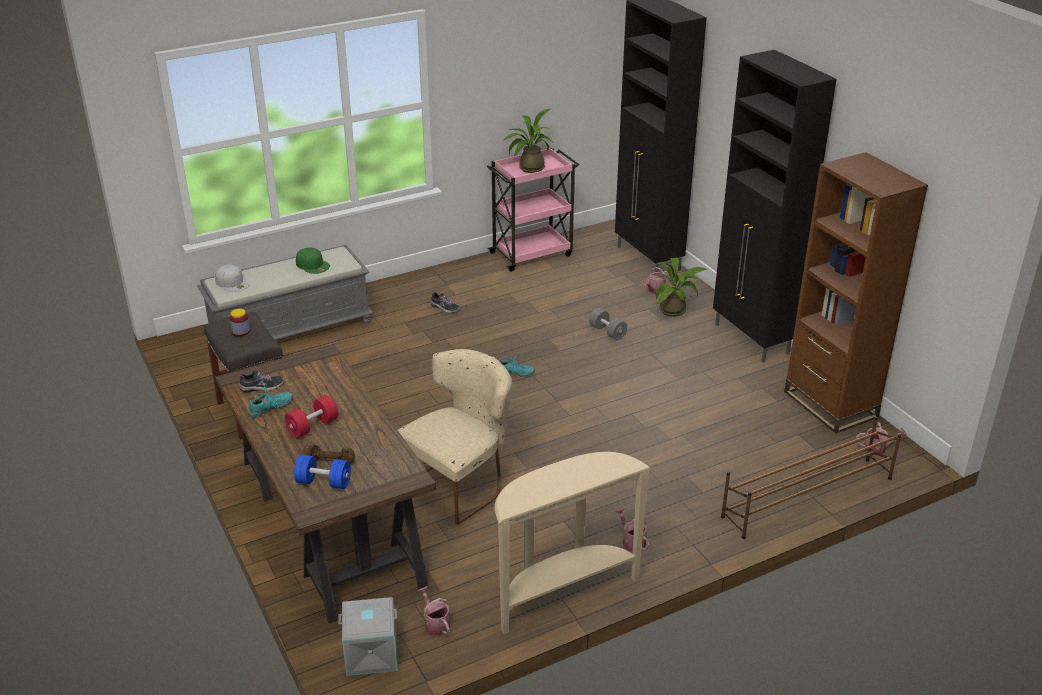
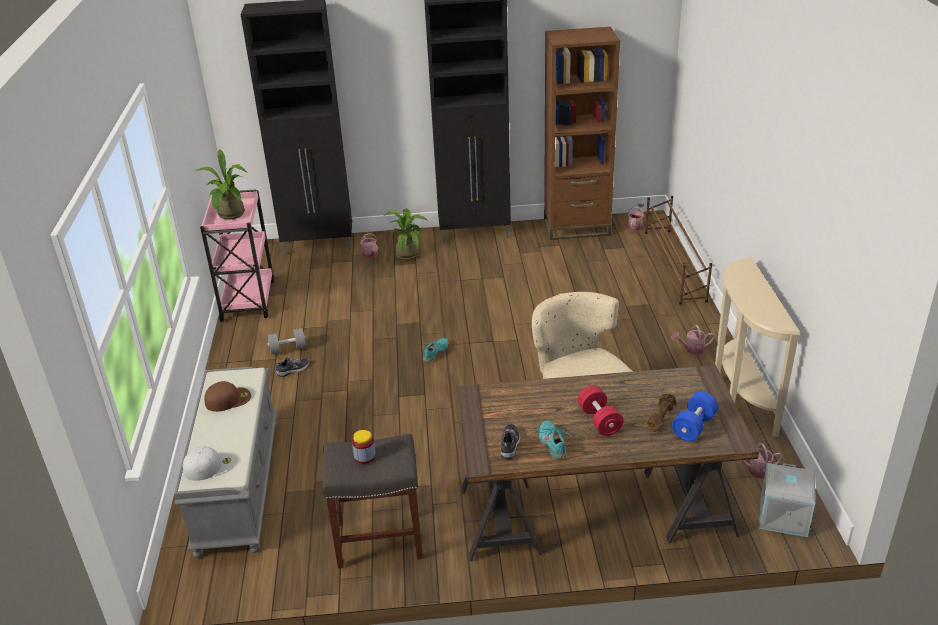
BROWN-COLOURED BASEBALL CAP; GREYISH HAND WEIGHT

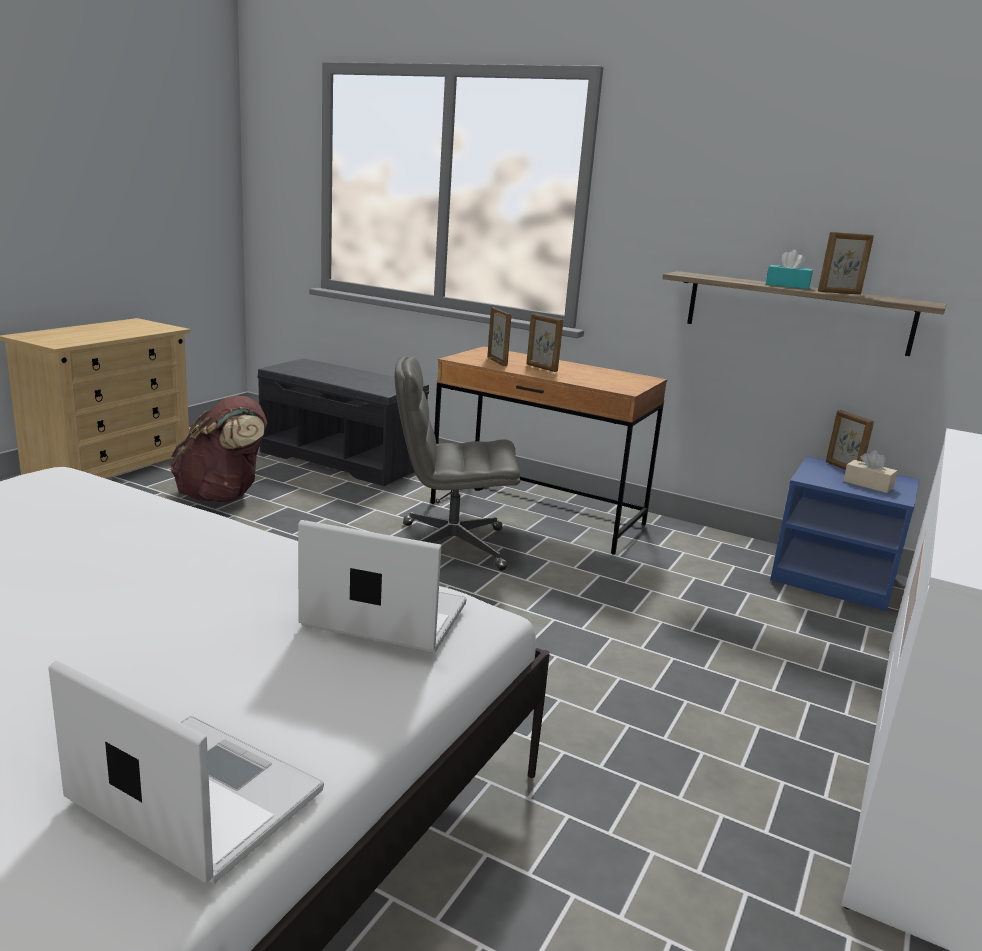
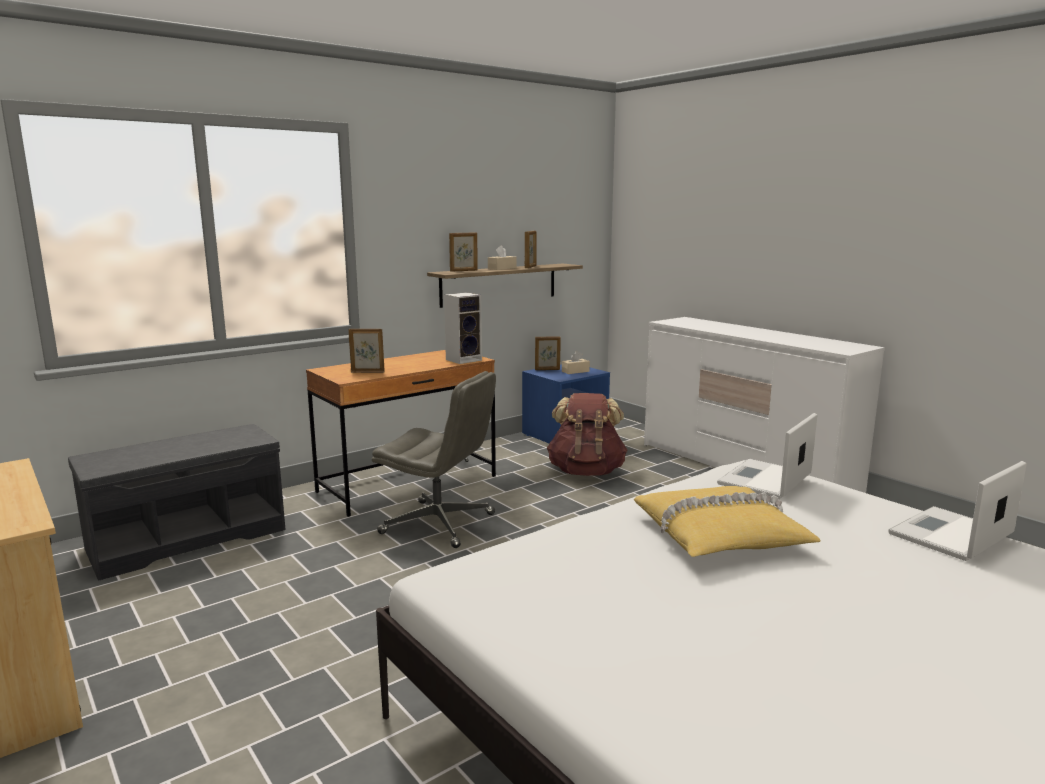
BEIGE-COLOURED TISSUE HOLDER (1st from left); PHOTO FRAME (2nd from left); GREYISH DESK CHAIR; BROWN-COLOURED RUCKSACK; SPEAKER; YELLOW-COLOURED THROW PILLOW

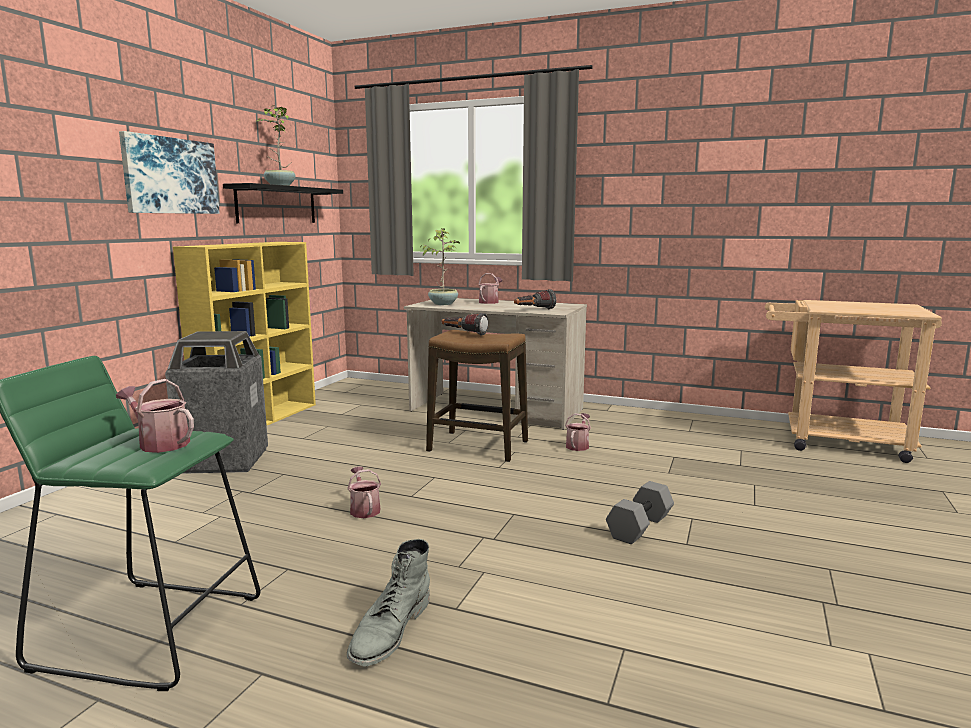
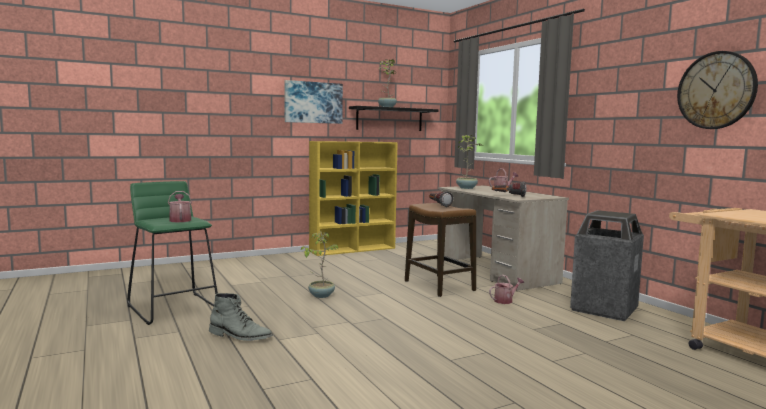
TRASH CAN; POTTED PLANT (1st from left); GREYISH HAND WEIGHT; GREYISH HIGH-TOP BOOT; WALL CLOCK

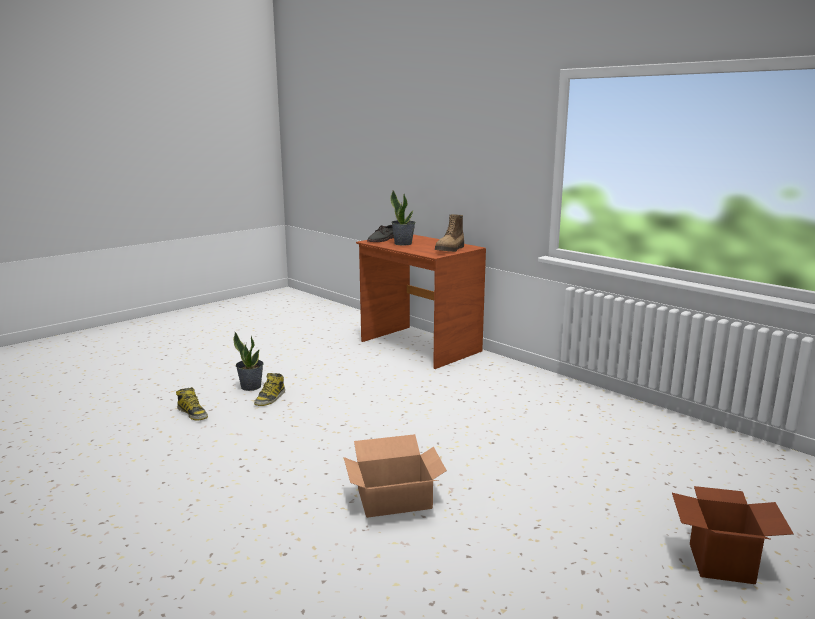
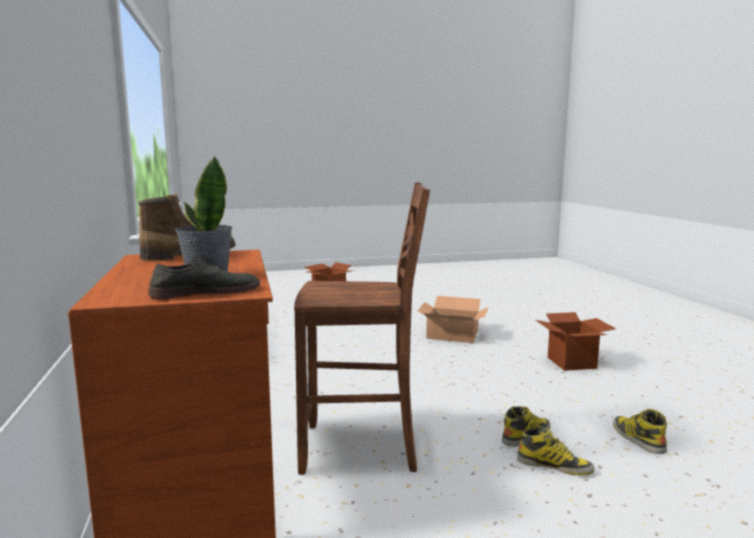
HIGH-TOP BOOT (3rd from left); BROWN-COLOURED CHAIR; CARDBOARD BOX (3rd from left)

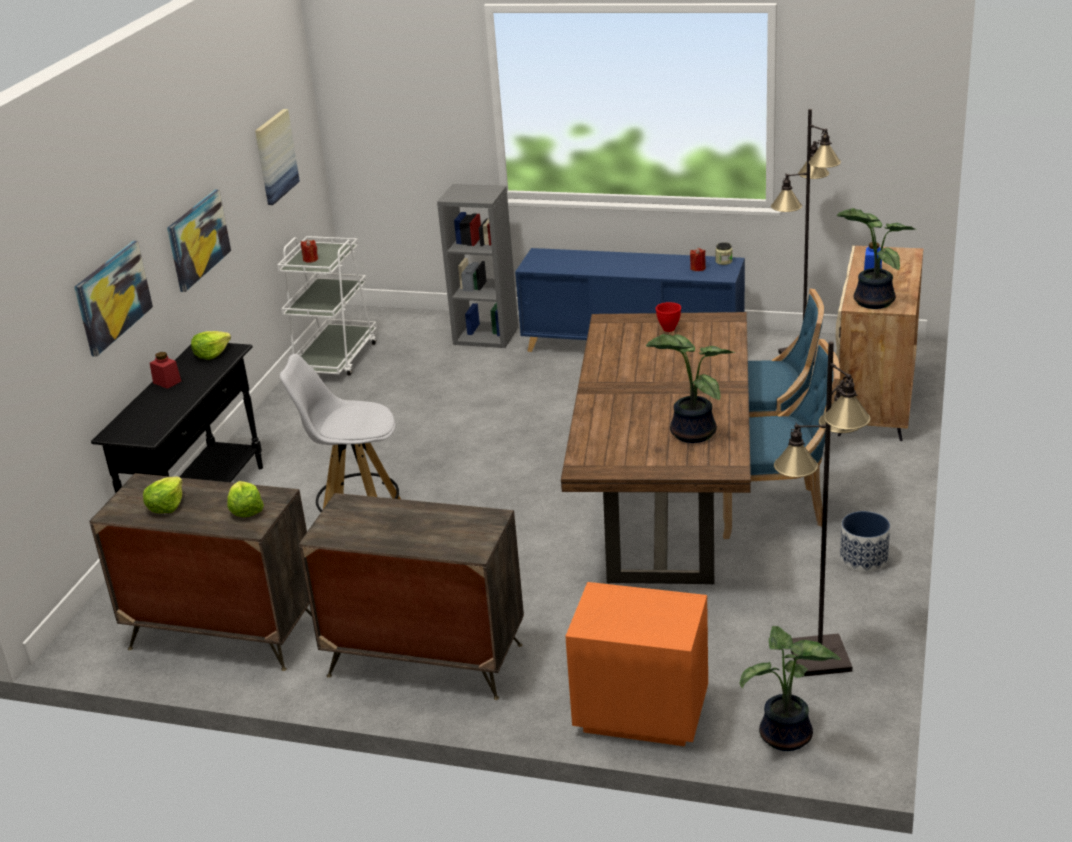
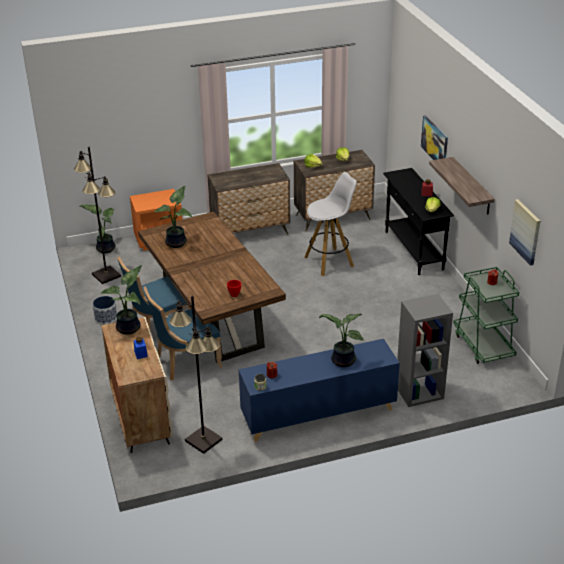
BRACKET SHELF; GREEN-COLOURED WHEELED CART; POTTED PLANT (4th from left)

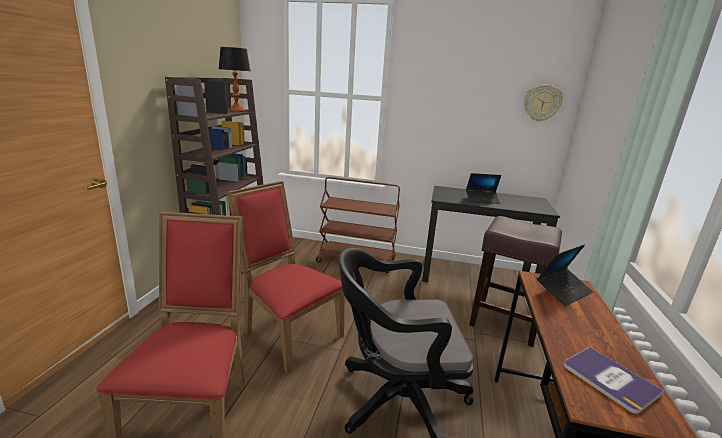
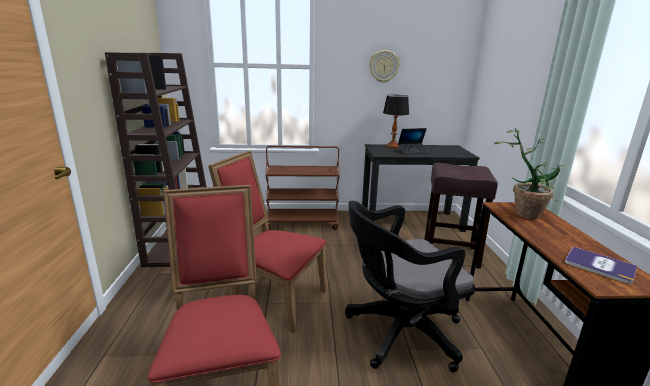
TABLE LAMP; WALL CLOCK; POTTED PLANT

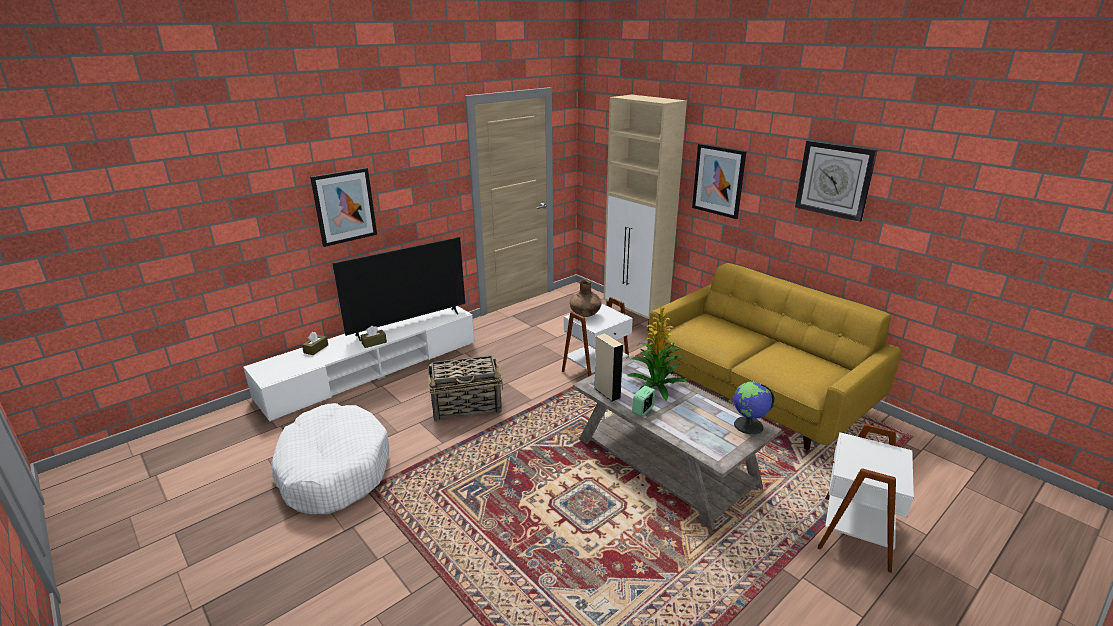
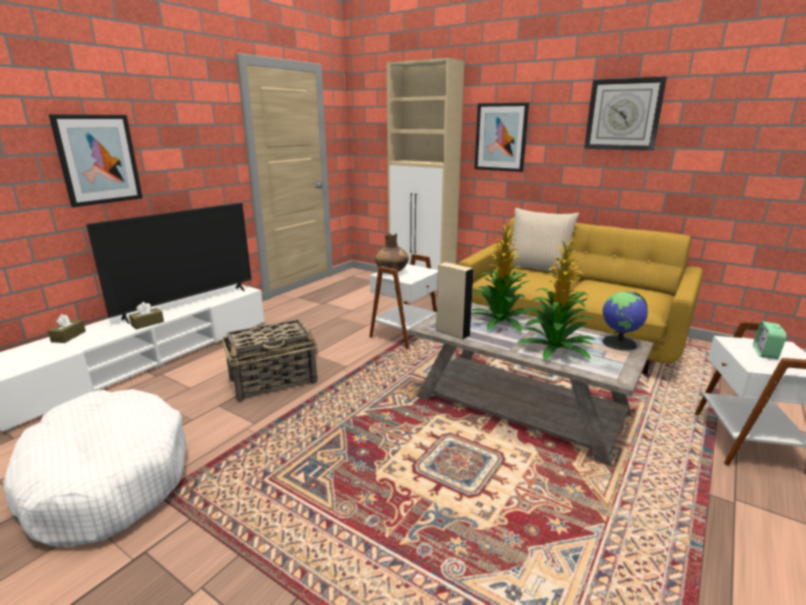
ALARM CLOCK; BEIGE-COLOURED THROW PILLOW; POTTED PLANT (2nd from left)

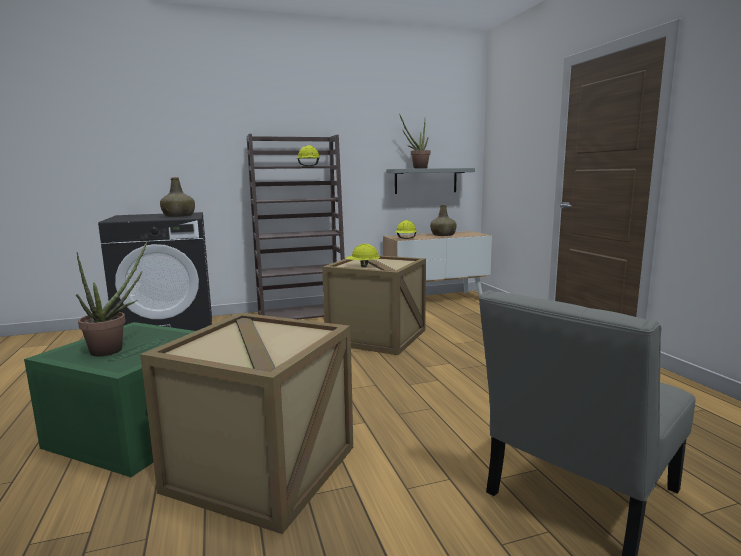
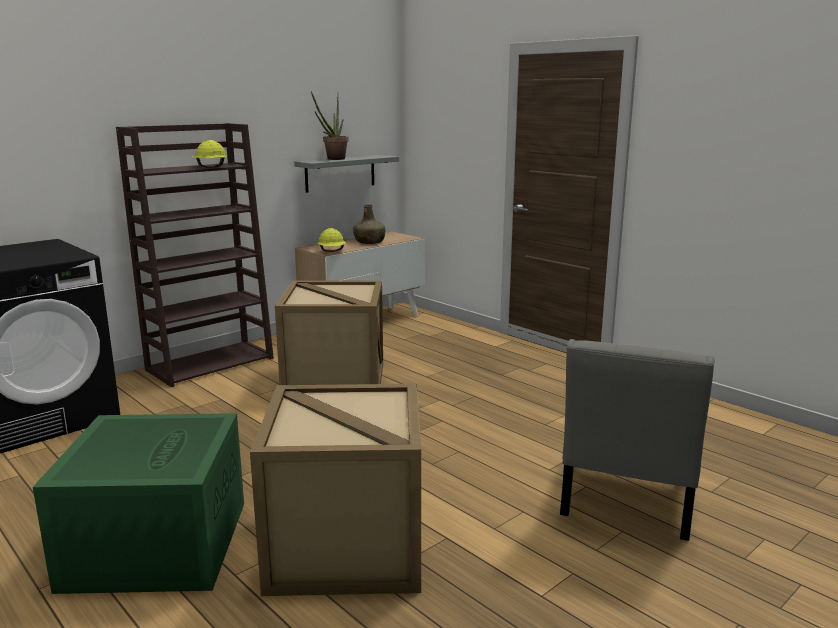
GREEN-COLOURED BEVERAGE BOTTLE (1st from left in the first image); POTTED PLANT (1st from left in the first image); YELLOW-COLOURED HARD HAT (2nd from left in the first image)

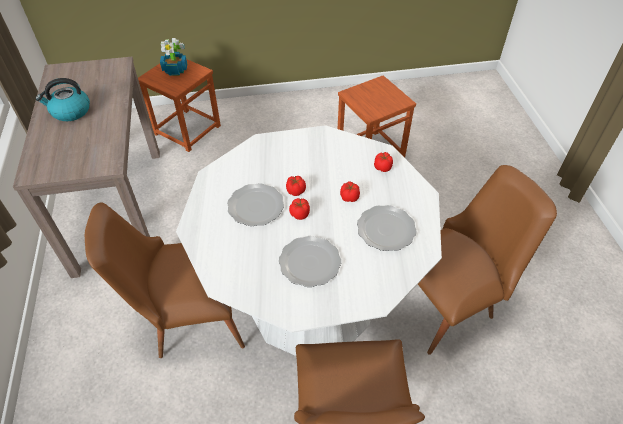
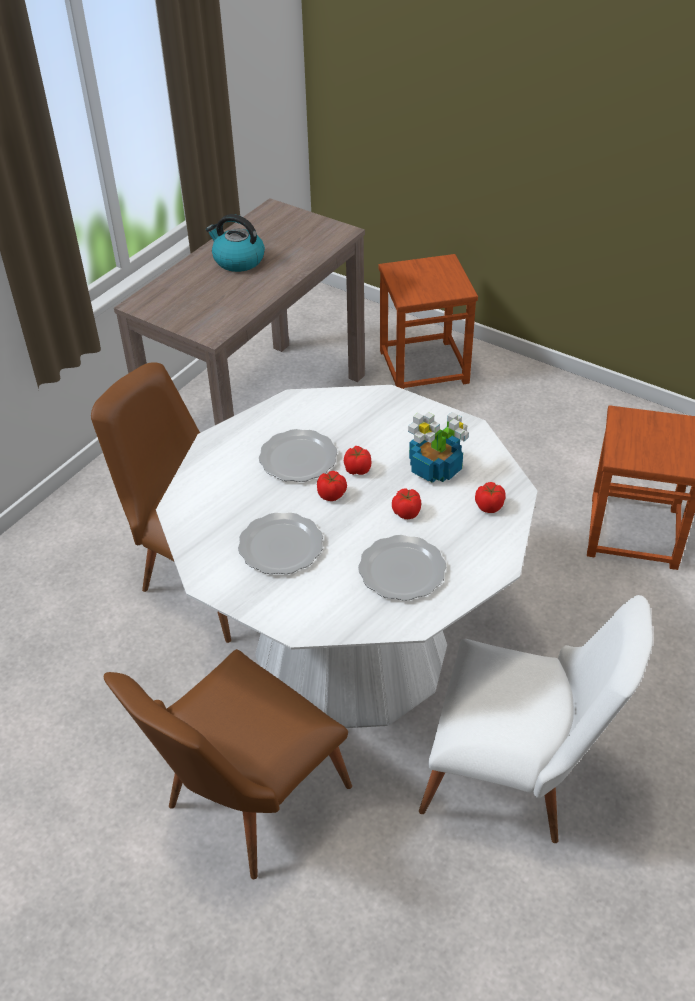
POTTED PLANT; WHITE CHAIR

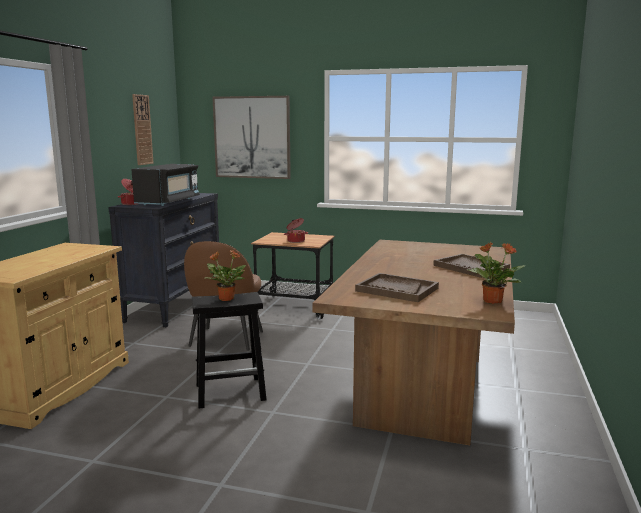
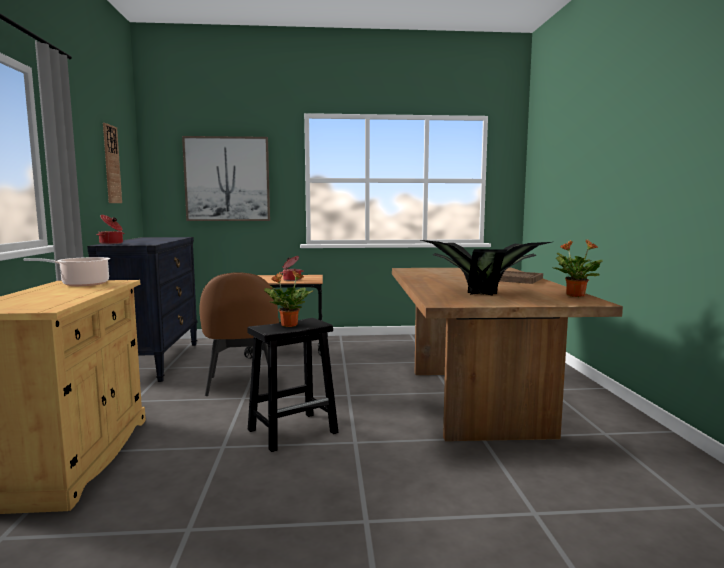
BLACKISH MICROWAVE; POTTED PLANT (2nd from left); SAUCEPOT (1st from left)

